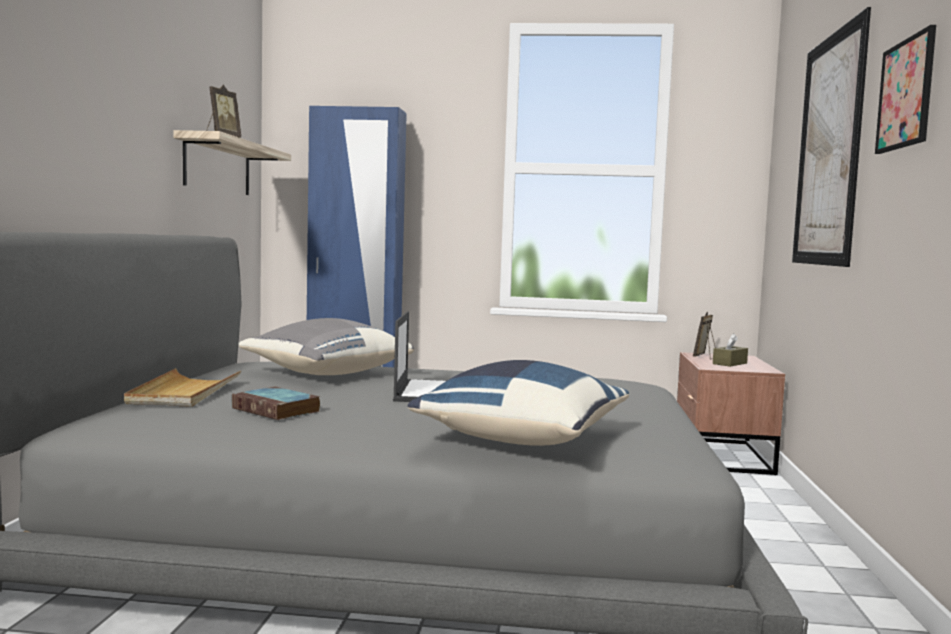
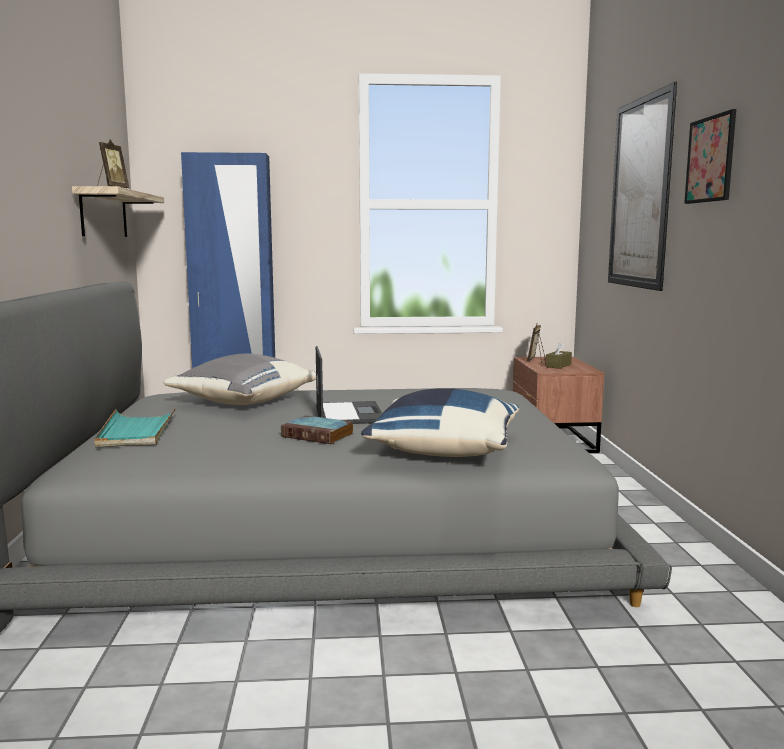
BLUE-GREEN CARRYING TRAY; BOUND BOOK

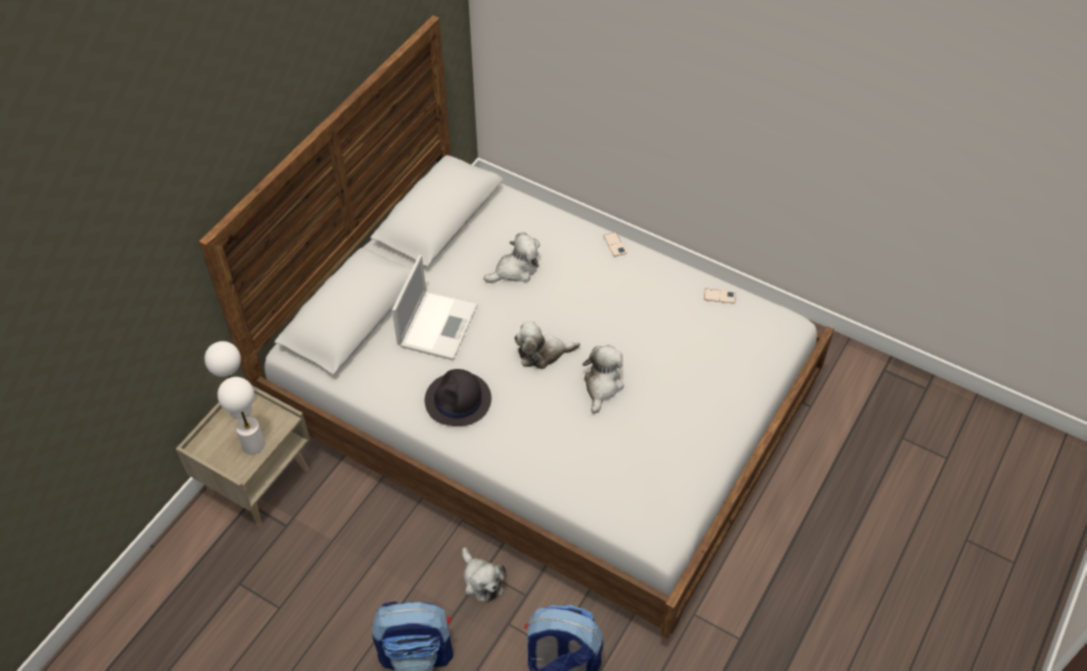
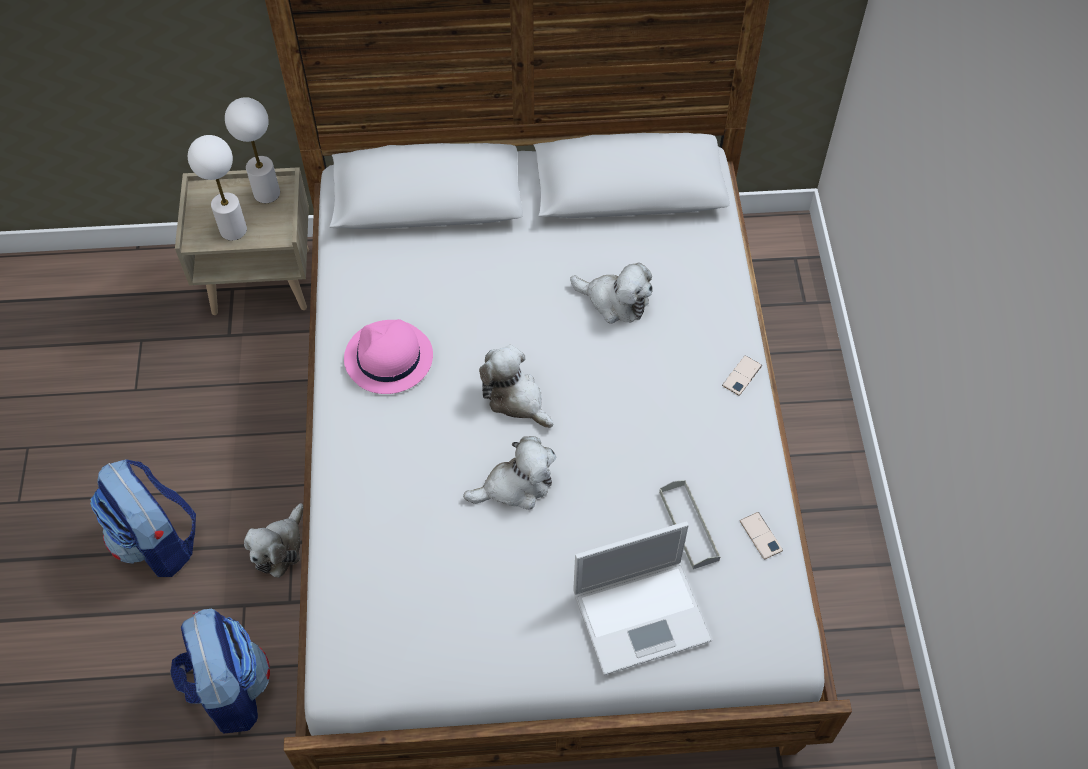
PORTABLE COMPUTER; PINK-COLOURED CLOTHING HAT; GREYISH CARRYING TRAY

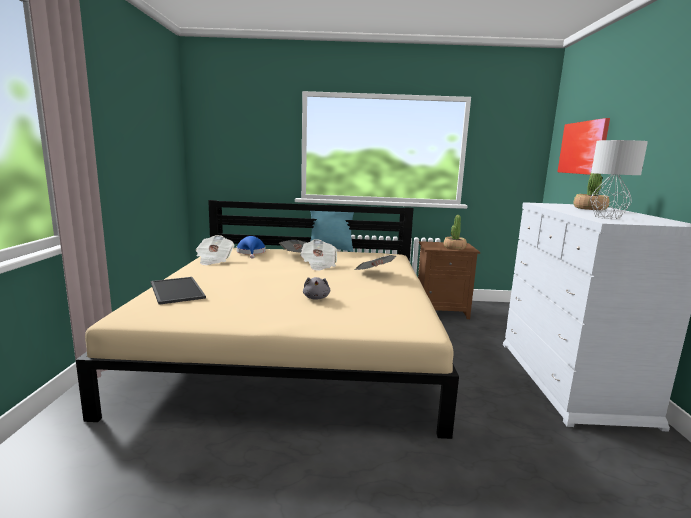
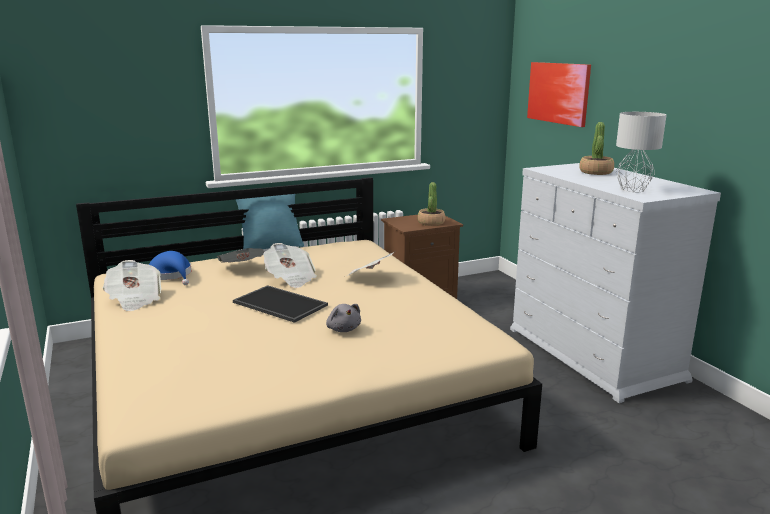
CARRYING TRAY

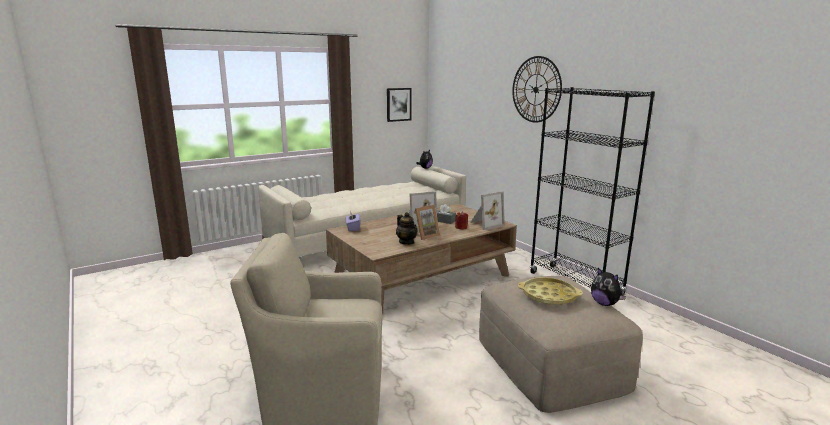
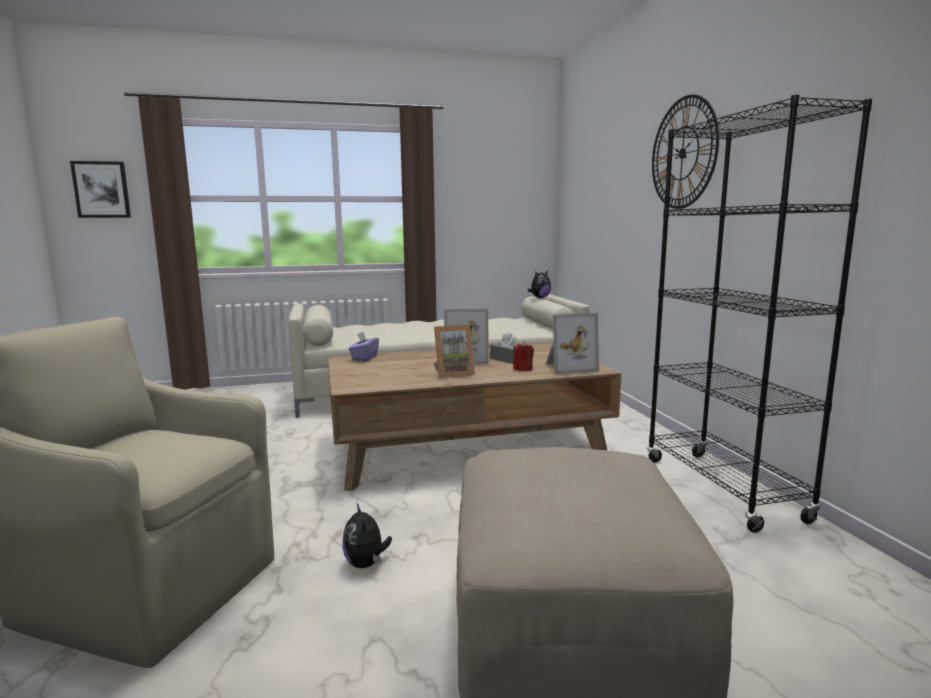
WALL ART; TEA POT; SOFT TOY (1st from left); YELLOW-COLOURED CARRYING TRAY

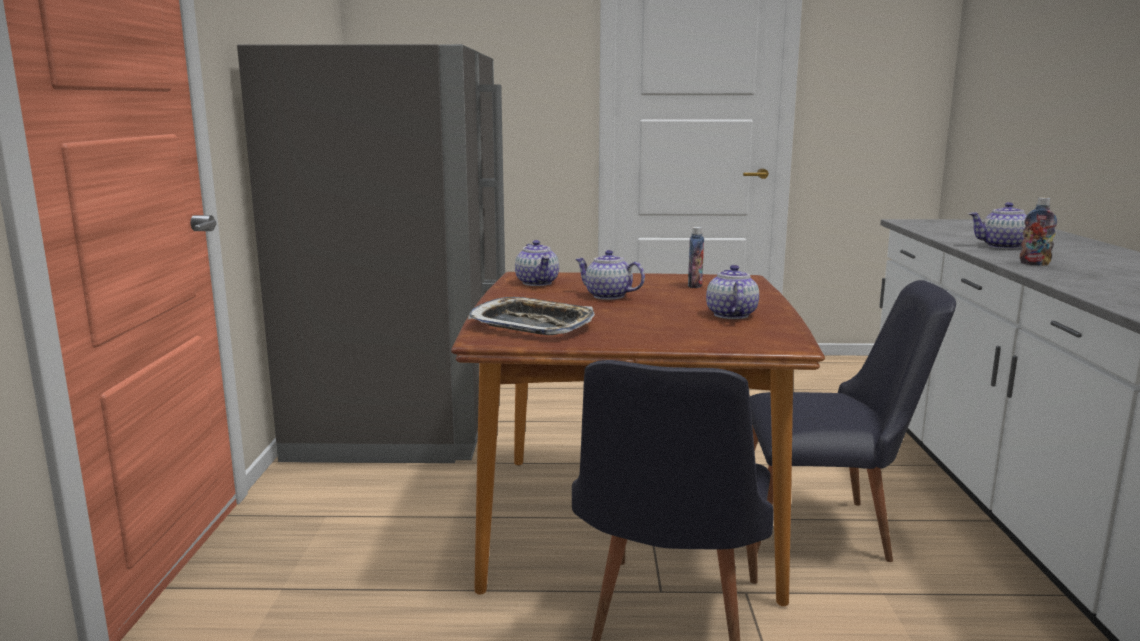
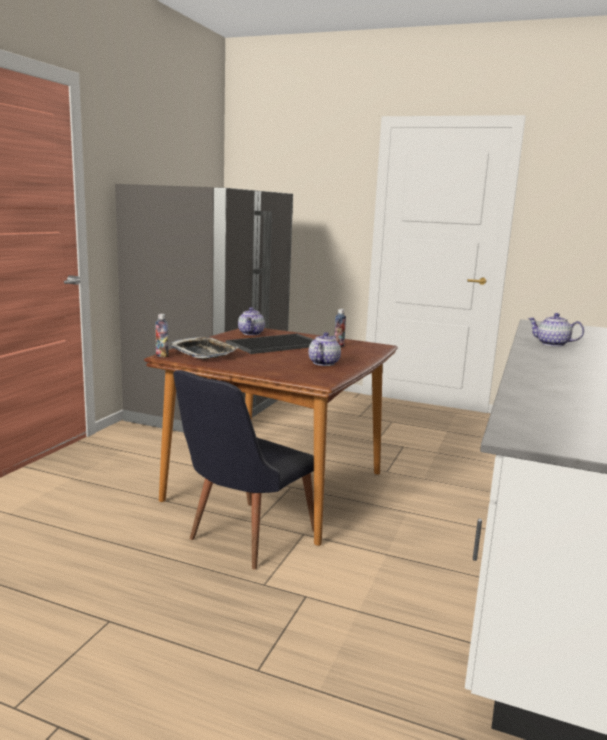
BEVERAGE BOTTLE (1st from left); CARRYING TRAY (2nd from left); BLACKISH CHAIR (2nd from left in the first image)

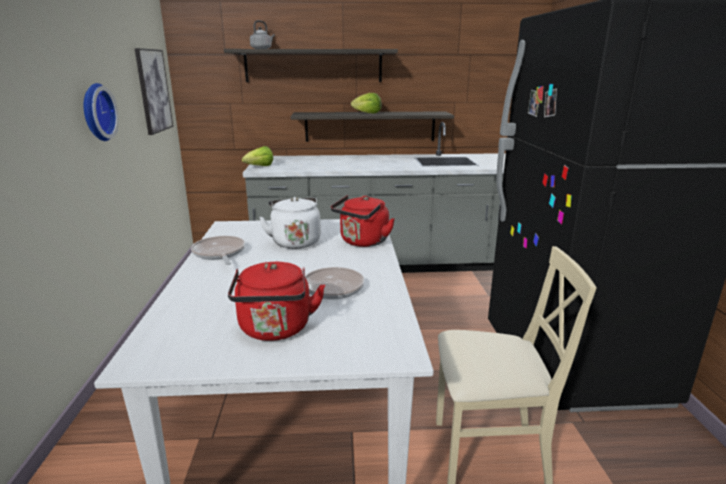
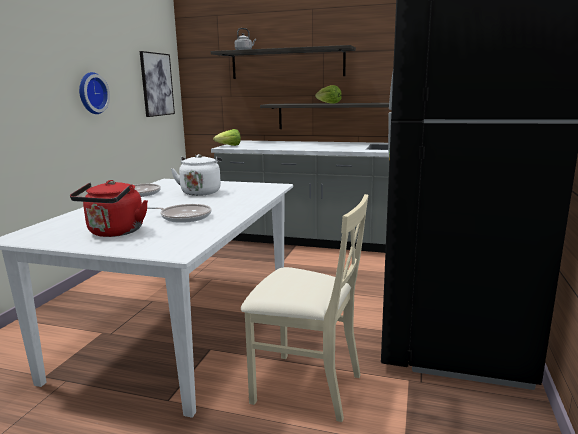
RED-COLOURED KETTLE (2nd from left in the first image)

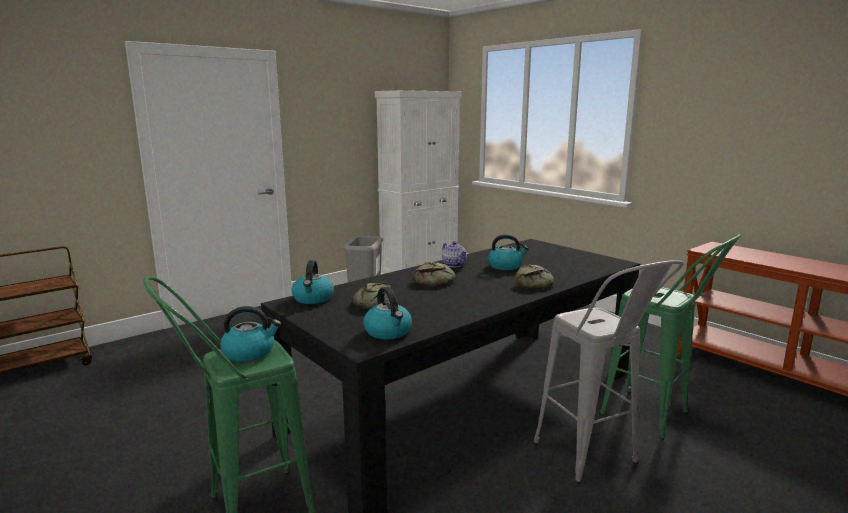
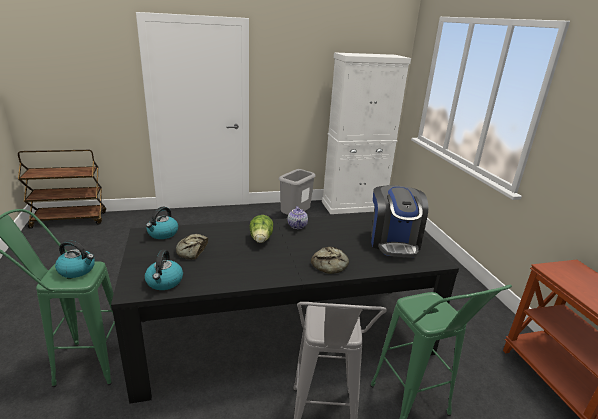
KETTLE (4th from left in the first image); LETTUCE HEAD; COFFEE MAKER

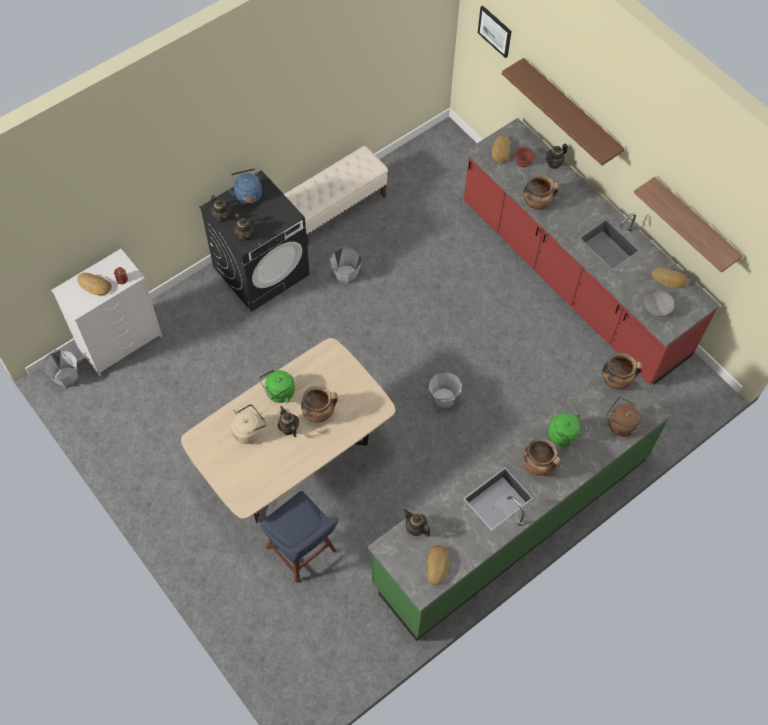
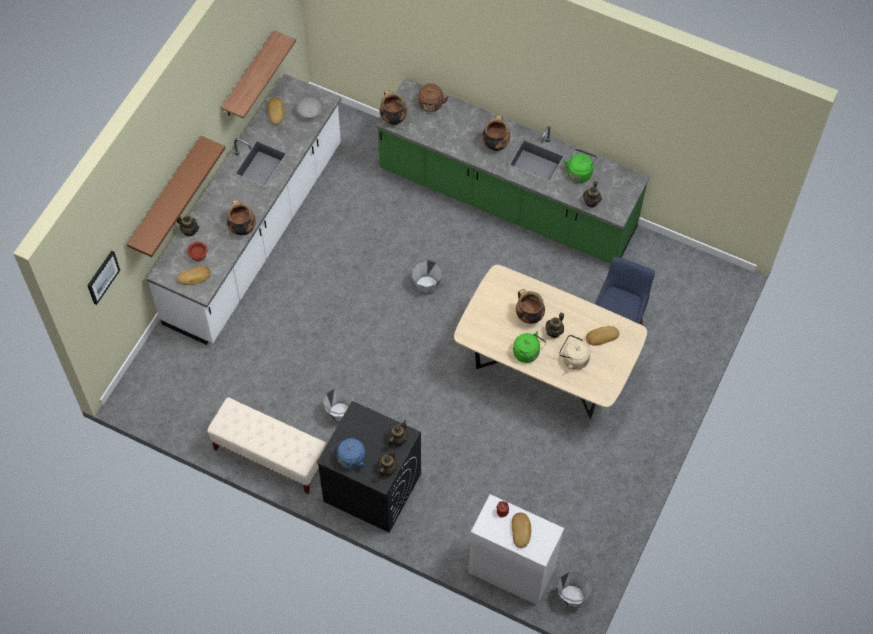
WHITE COUNTER; GREEN-COLOURED KETTLE (2nd from left); BREAD (4th from left)

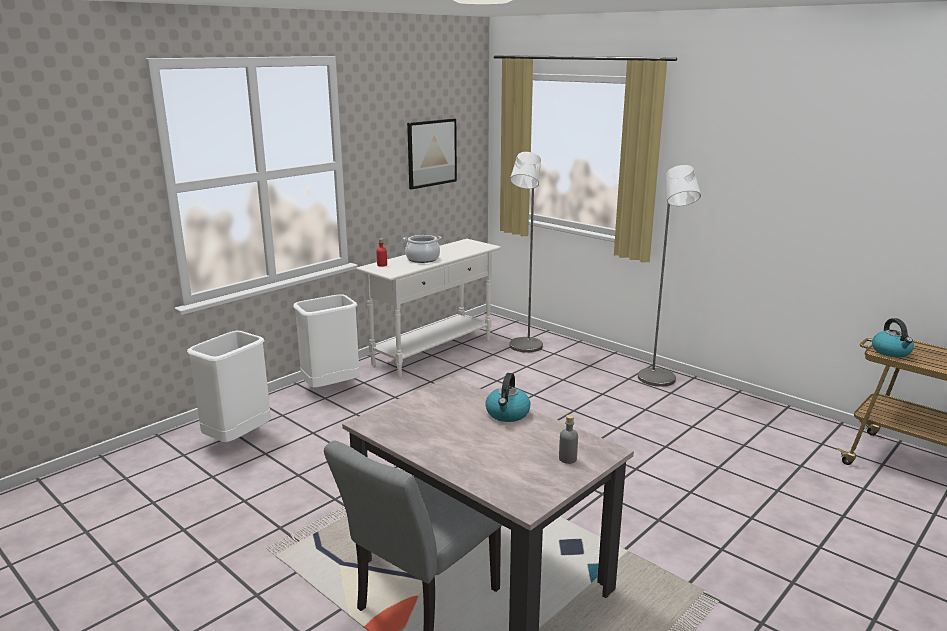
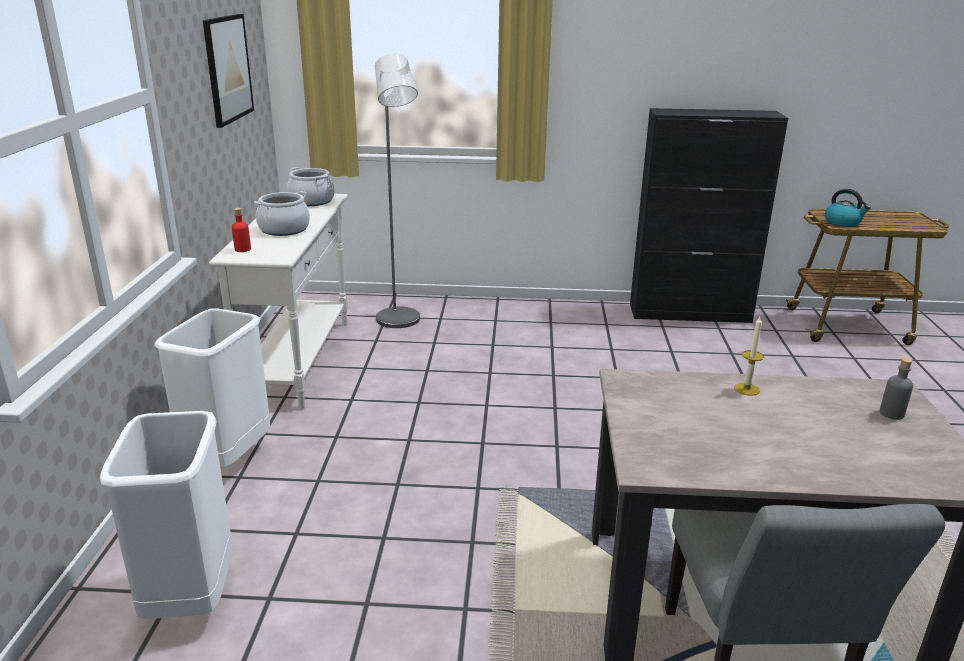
GREYISH STANDARD LAMP (2nd from left in the first image); WAX CANDLE; BLACKISH CABINET; SAUCEPOT (2nd from left)

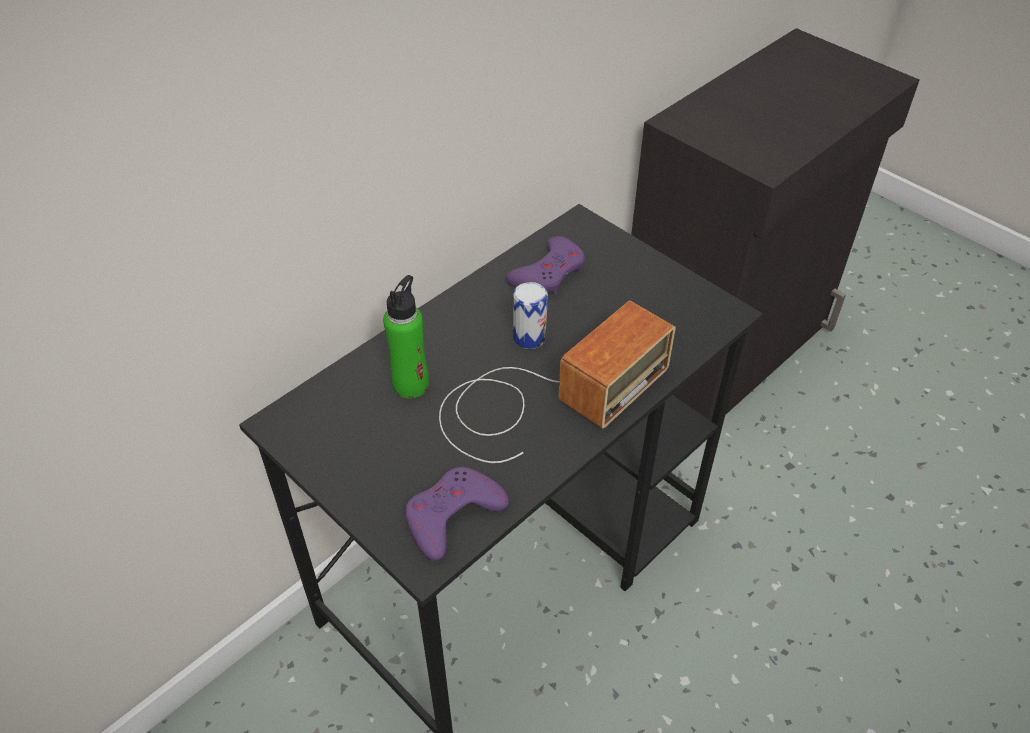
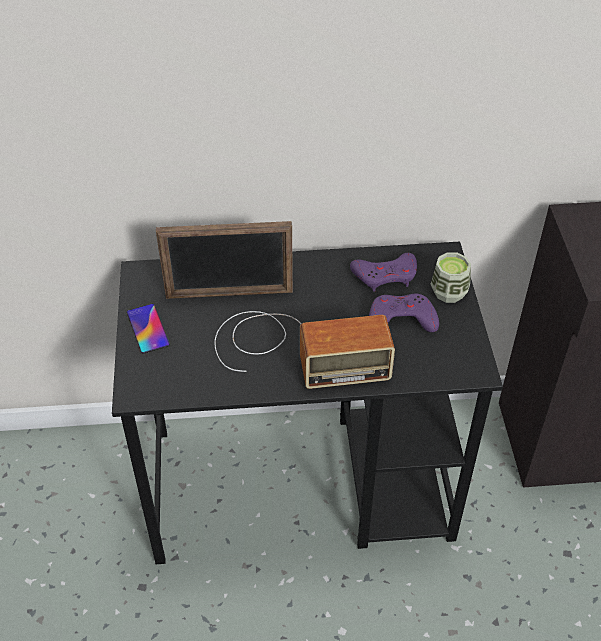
PHOTO FRAME; METAL CAN; PURPLE GAME CONTROLLER (2nd from left); DRINKING CUP; PHONE

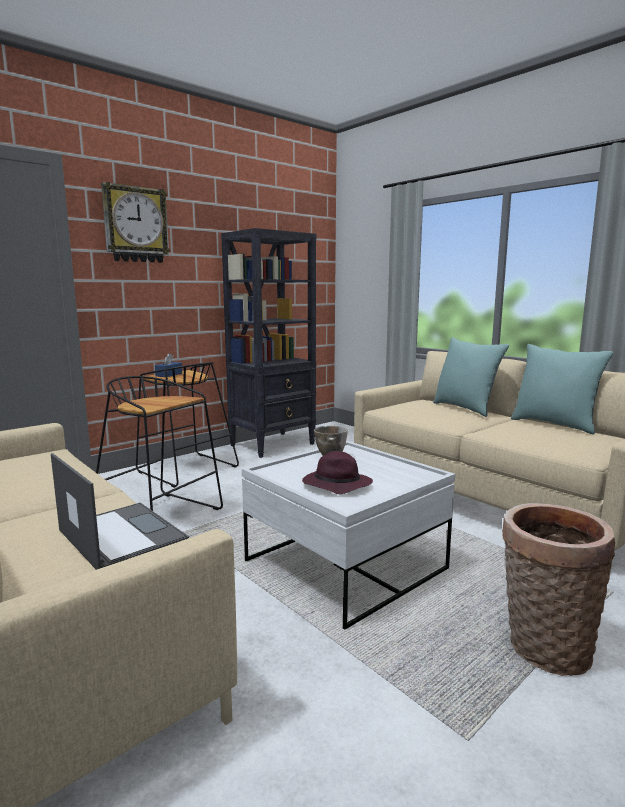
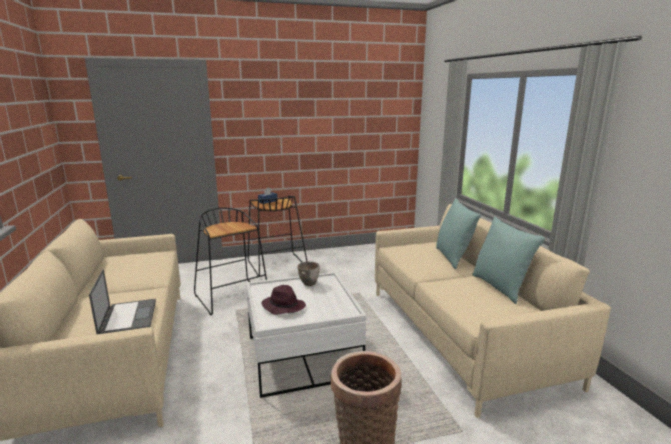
WALL CLOCK; BLACKISH BOOKSHELF

